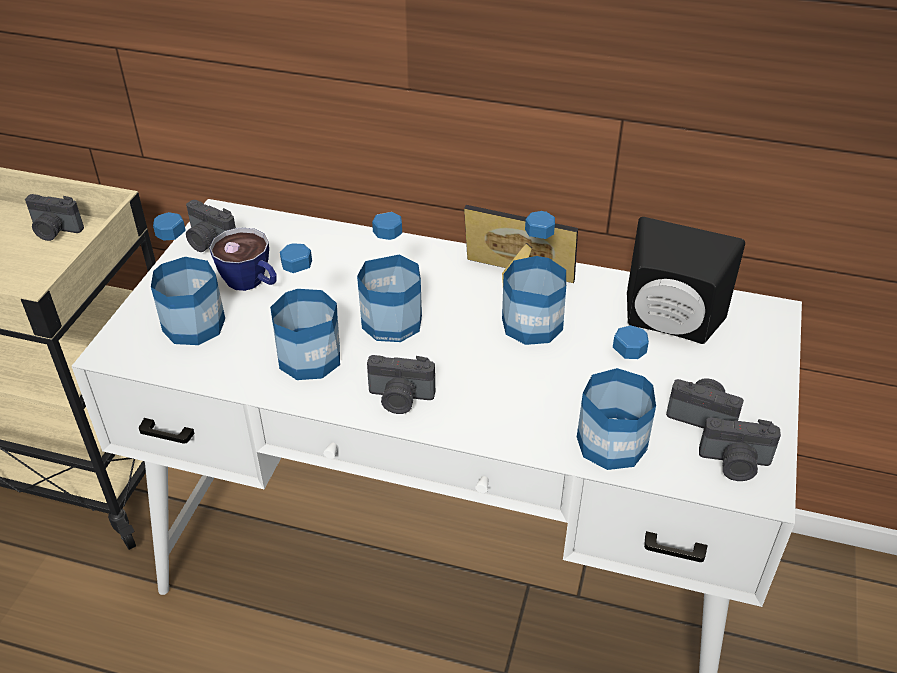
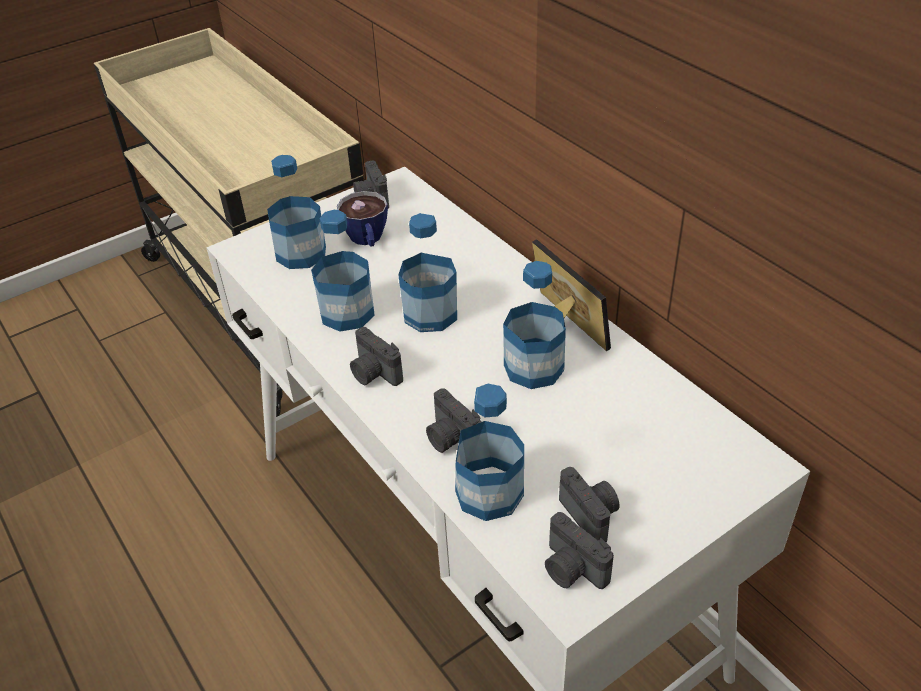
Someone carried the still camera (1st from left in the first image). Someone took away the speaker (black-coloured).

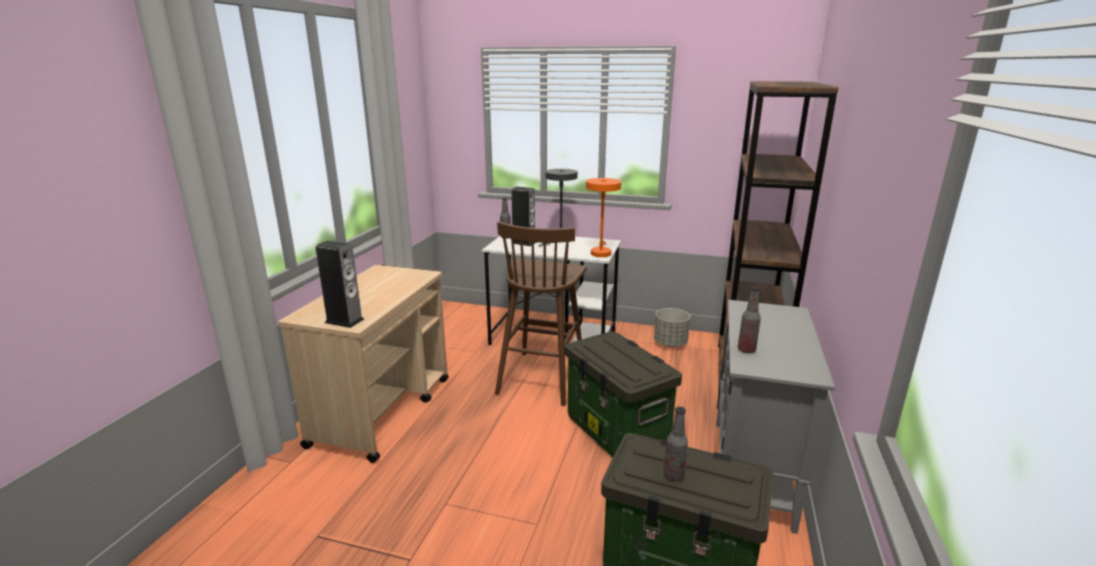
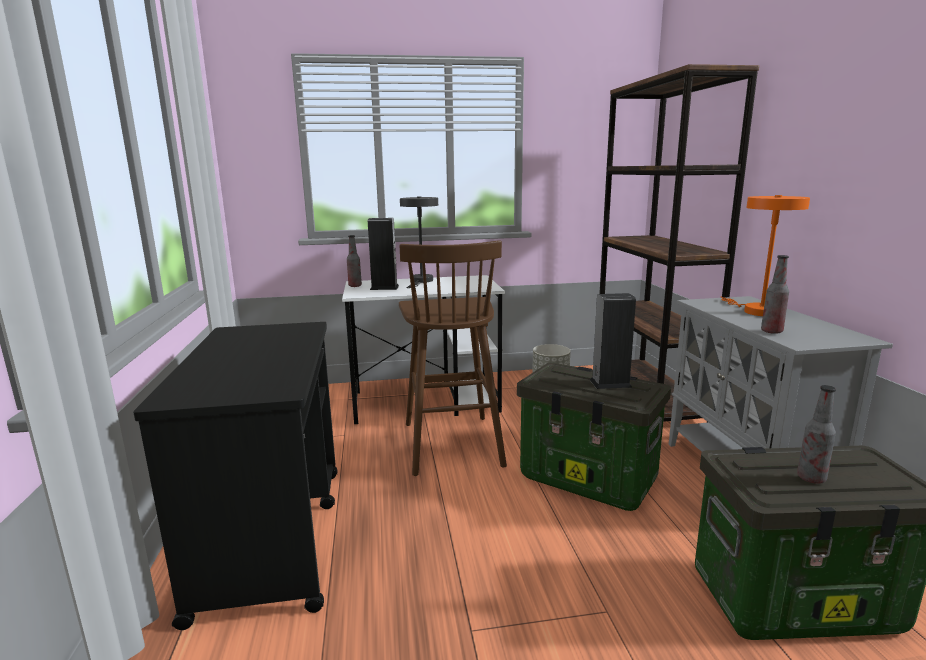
Someone repainted the cart (sand-coloured), which became the cart (black-coloured). Someone carried the speaker (1st from left in the first image). Someone carried the table lamp (orangey).

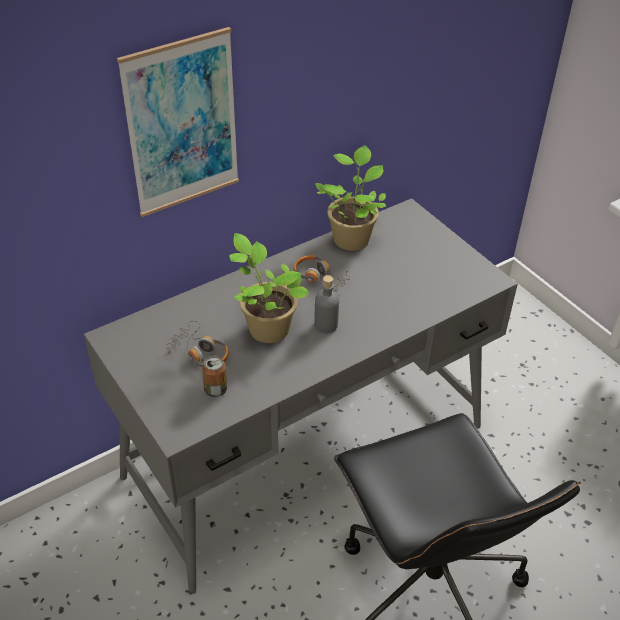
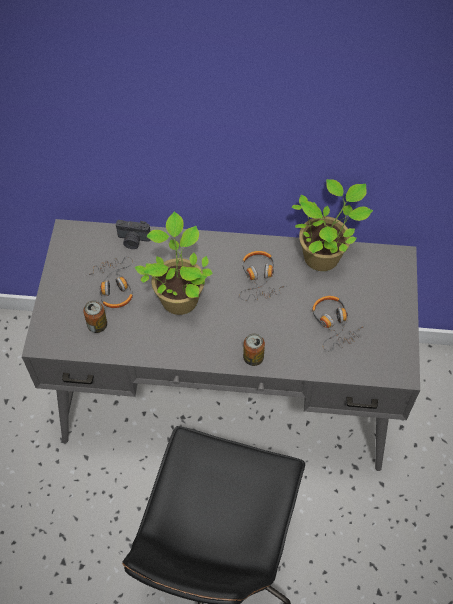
Someone took away the wall picture. Someone took away the drink bottle (grey). Someone put down the still camera. Someone put down the can (2nd from left). Someone put down the headset (3rd from left).

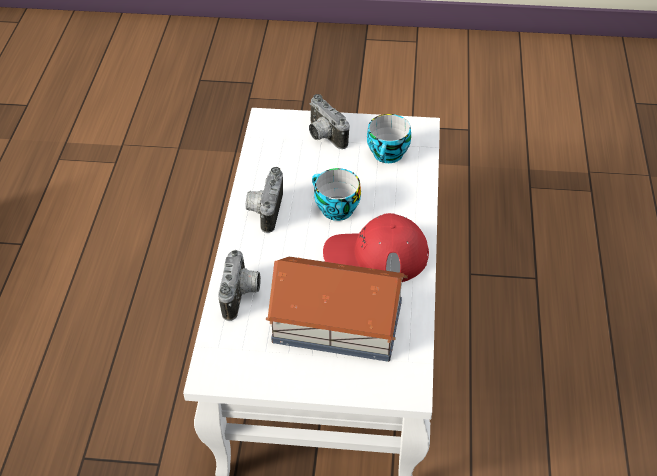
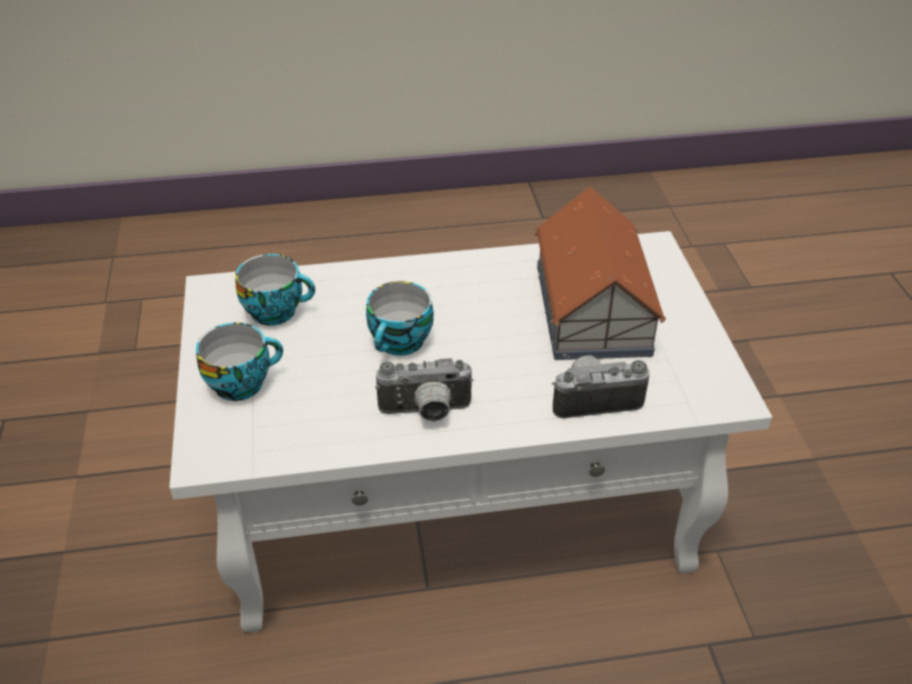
Someone swapped the still camera (3rd from left) for the cup (1st from left). Someone took away the cap (reddish).

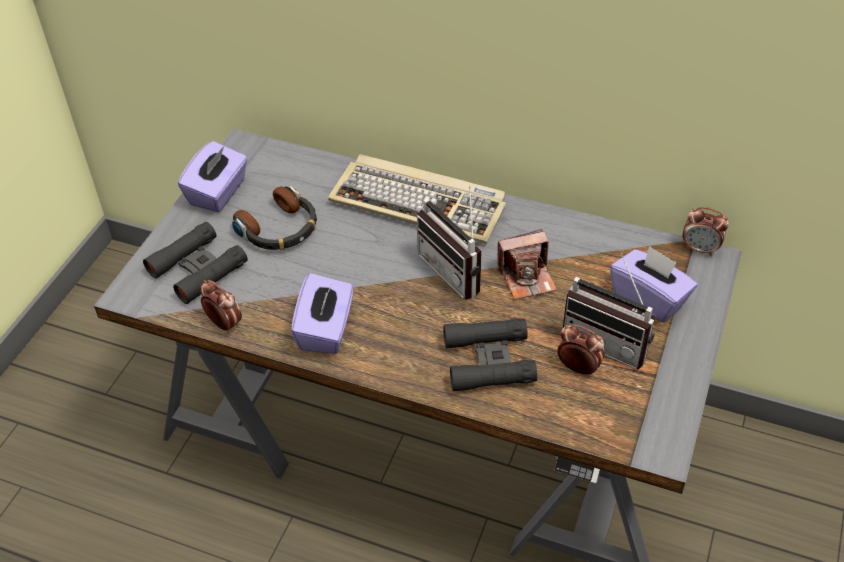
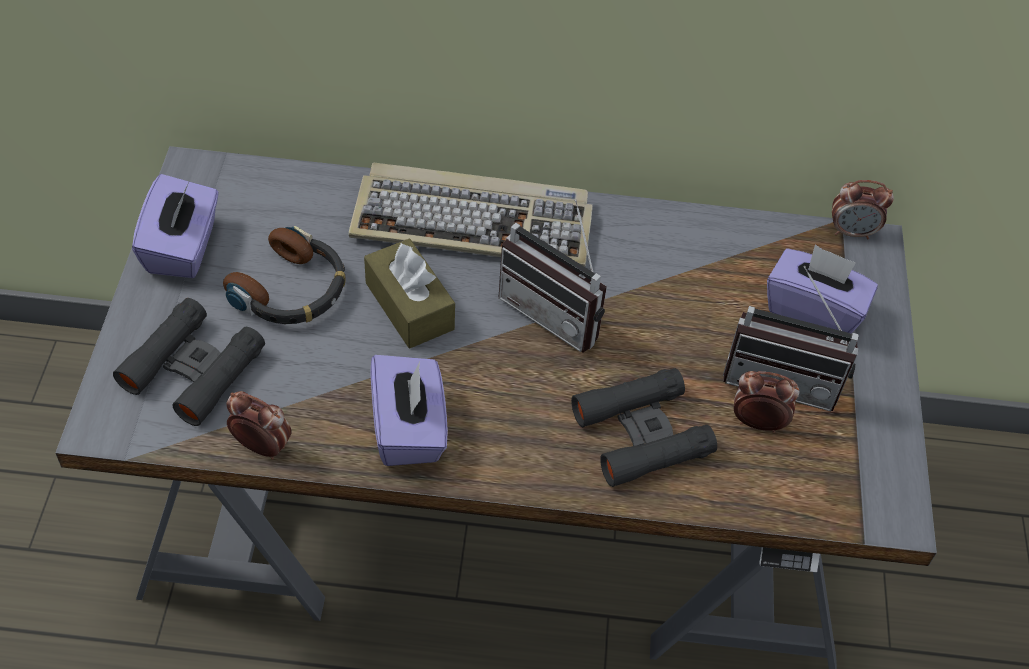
Someone took away the still camera. Someone put down the tissue holder (brownish).

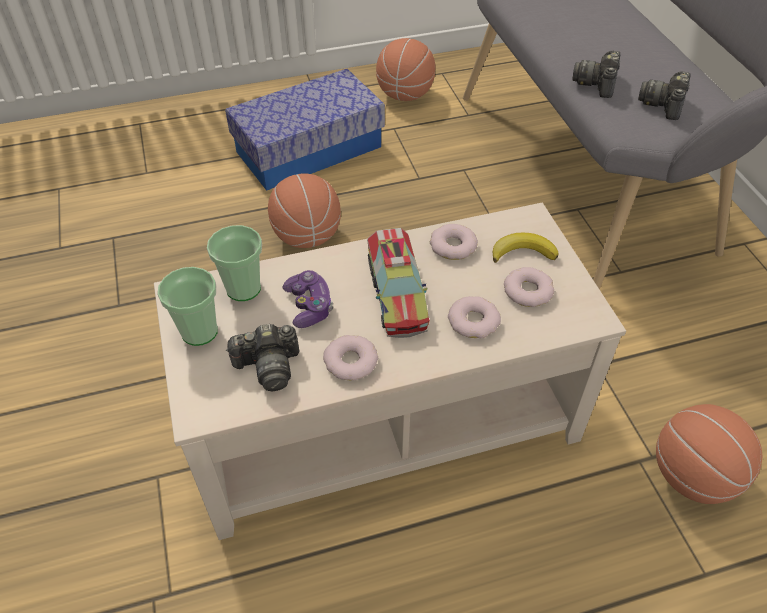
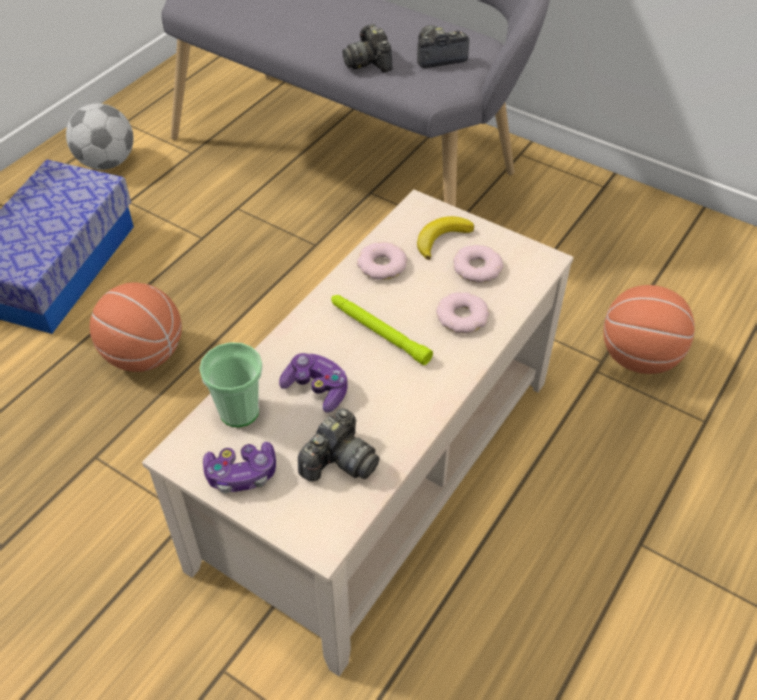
Someone swapped the cup (1st from left) for the joypad (1st from left). Someone took away the donut (1st from left). Someone swapped the toy lorry for the flashlight (green-coloured). Someone swapped the basketball ball (2nd from left) for the football ball. Someone rotated the still camera (3rd from left) by 90 degrees clockwise.

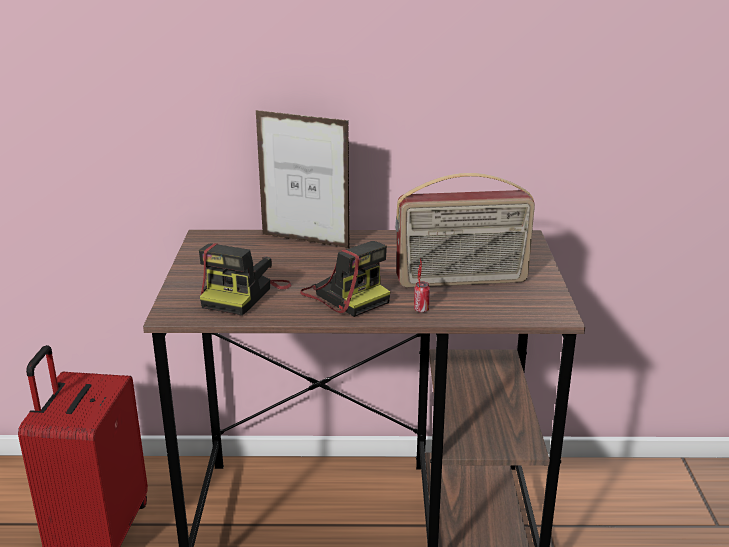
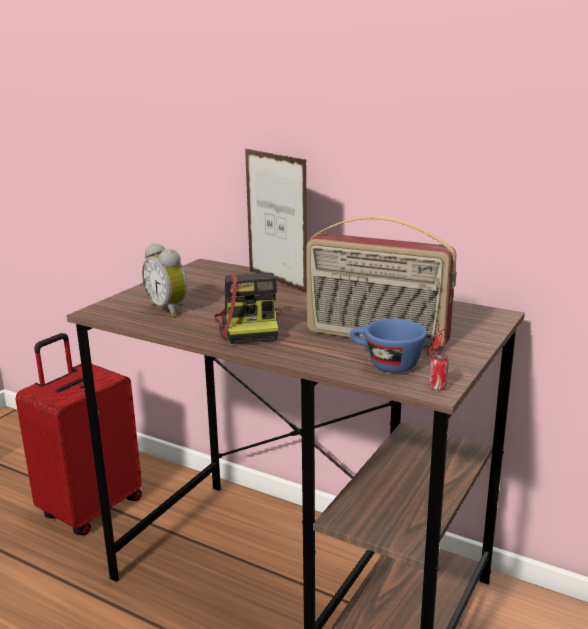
Someone swapped the still camera (1st from left) for the table clock. Someone carried the can. Someone put down the cup (blue).

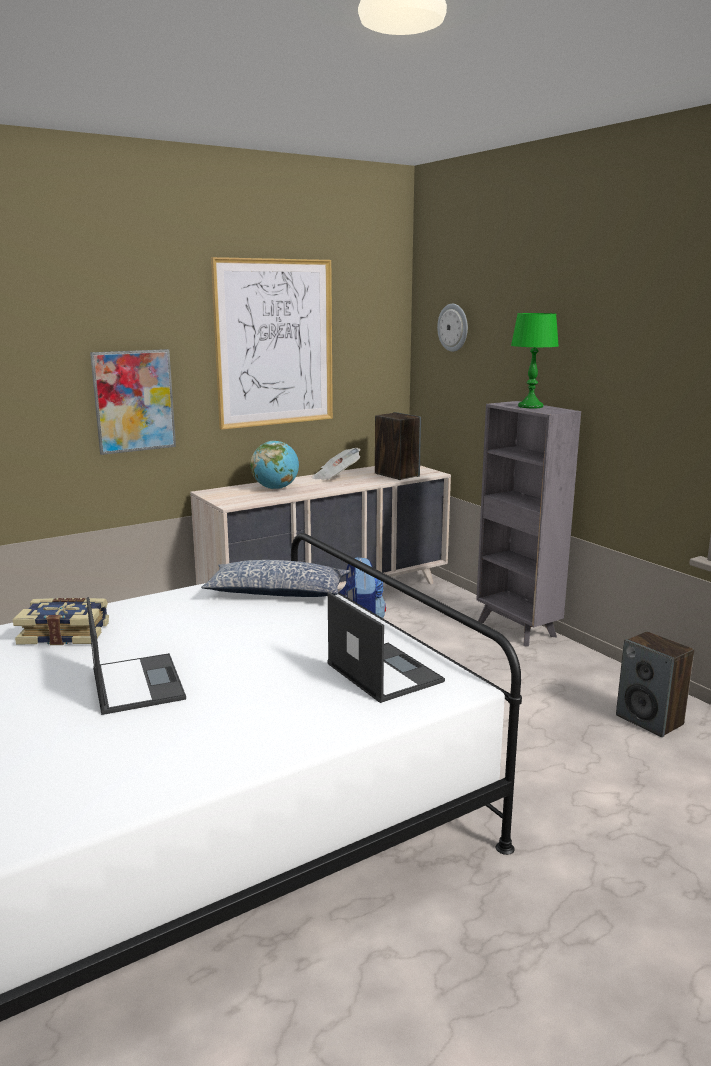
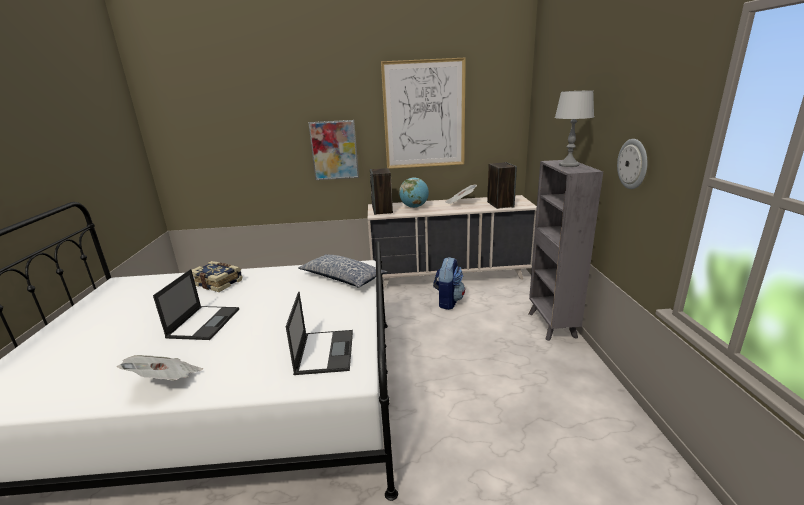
Someone carried the hanging clock. Someone repainted the table lamp (green-coloured), which became the table lamp (grey). Someone carried the speaker (2nd from left in the first image). Someone put down the daily paper (1st from left).

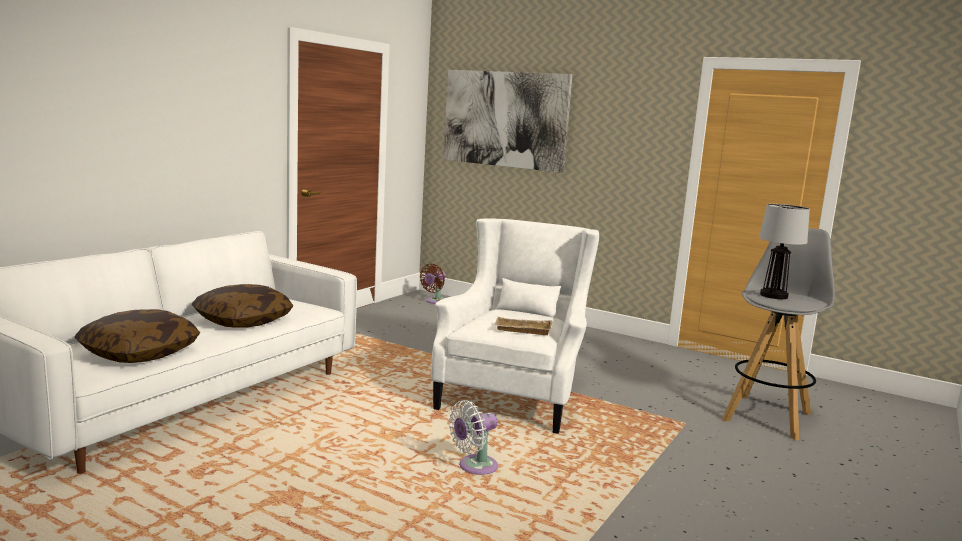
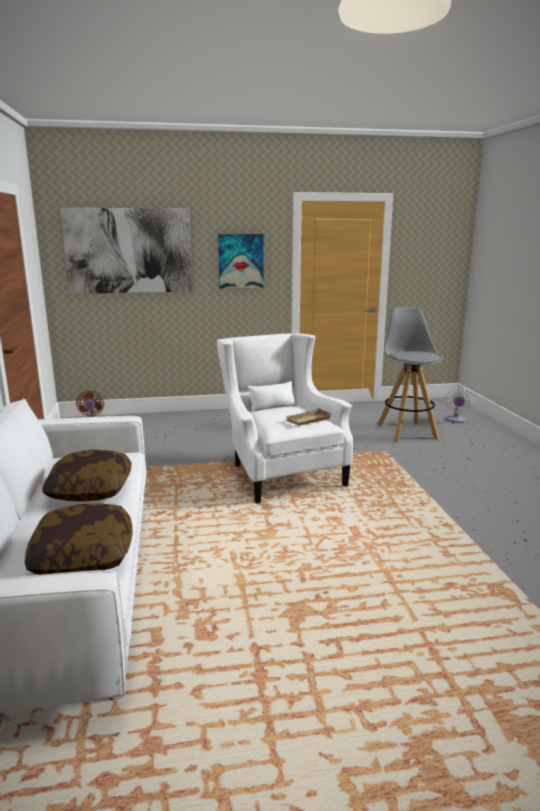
Someone carried the cooling fan (white). Someone took away the table lamp. Someone put up the wall picture (2nd from left).

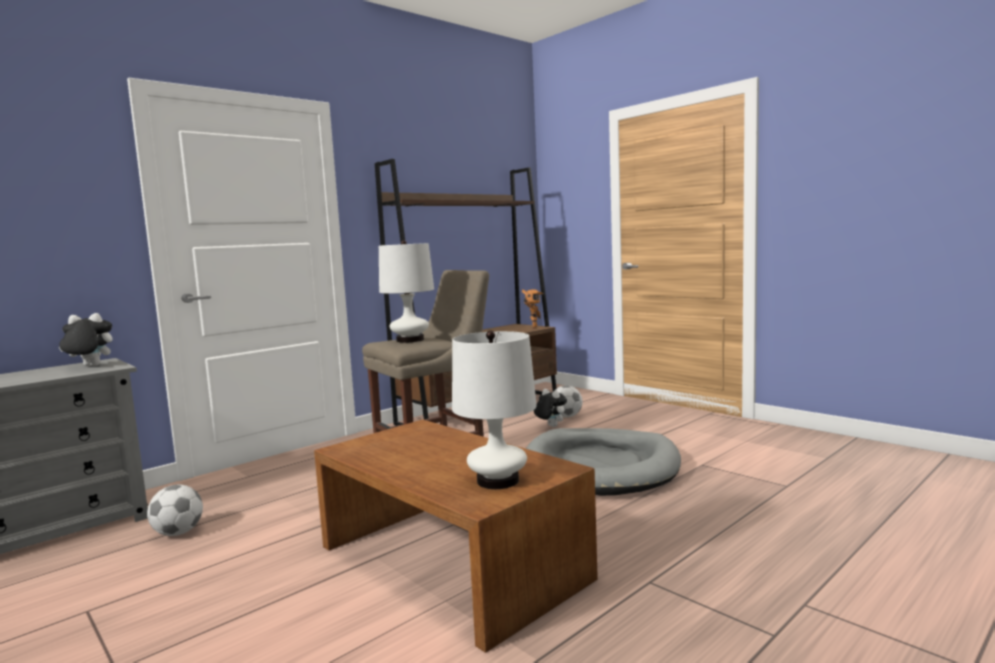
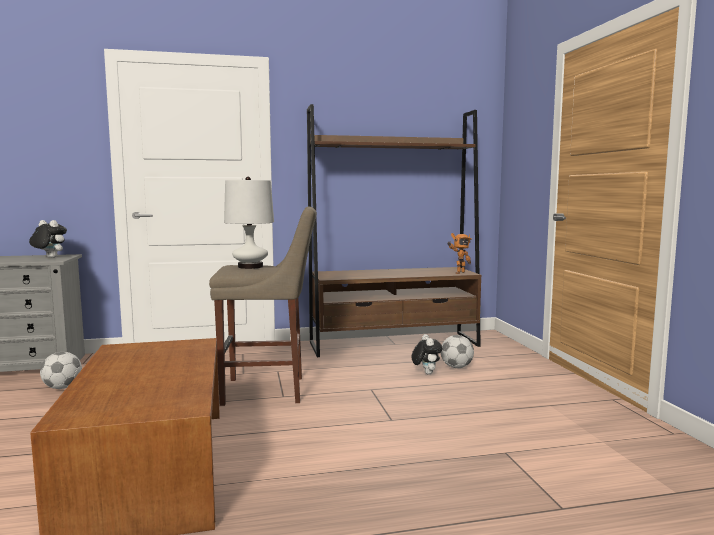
Someone took away the table lamp (white) (2nd from left). Someone took away the pet bed (grey).

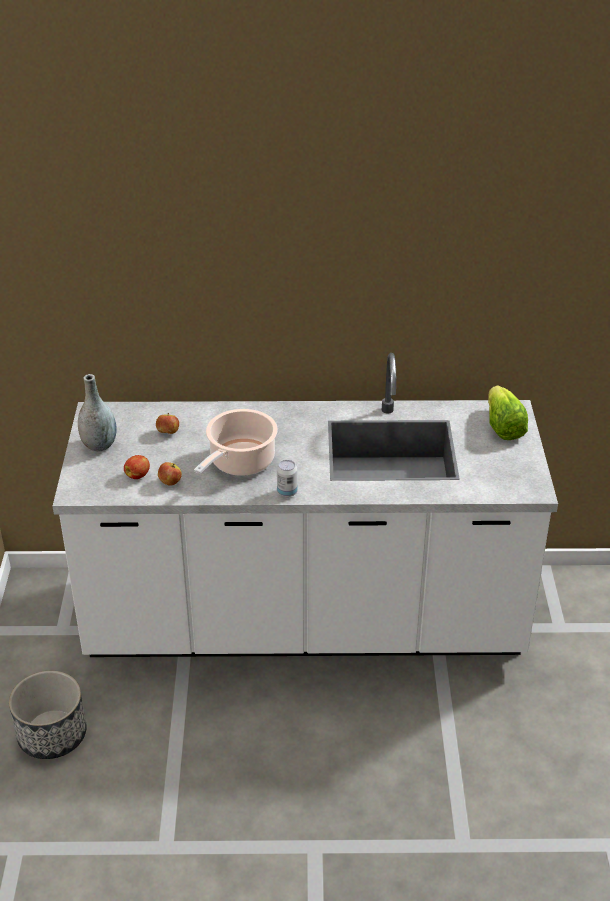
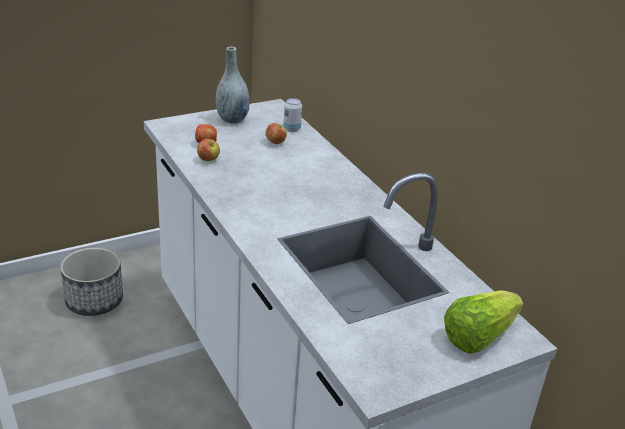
Someone took away the stockpot. Someone carried the can.

